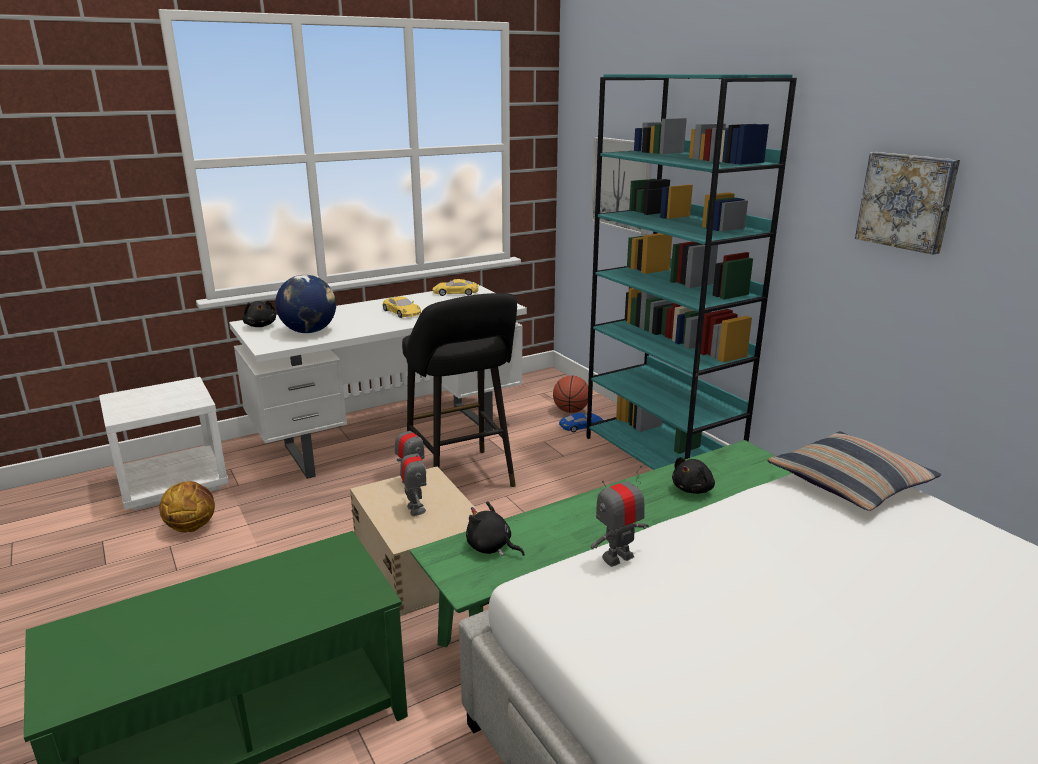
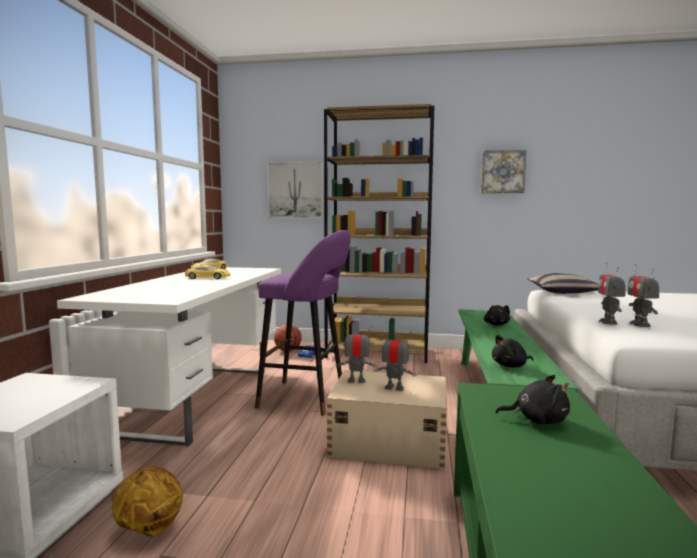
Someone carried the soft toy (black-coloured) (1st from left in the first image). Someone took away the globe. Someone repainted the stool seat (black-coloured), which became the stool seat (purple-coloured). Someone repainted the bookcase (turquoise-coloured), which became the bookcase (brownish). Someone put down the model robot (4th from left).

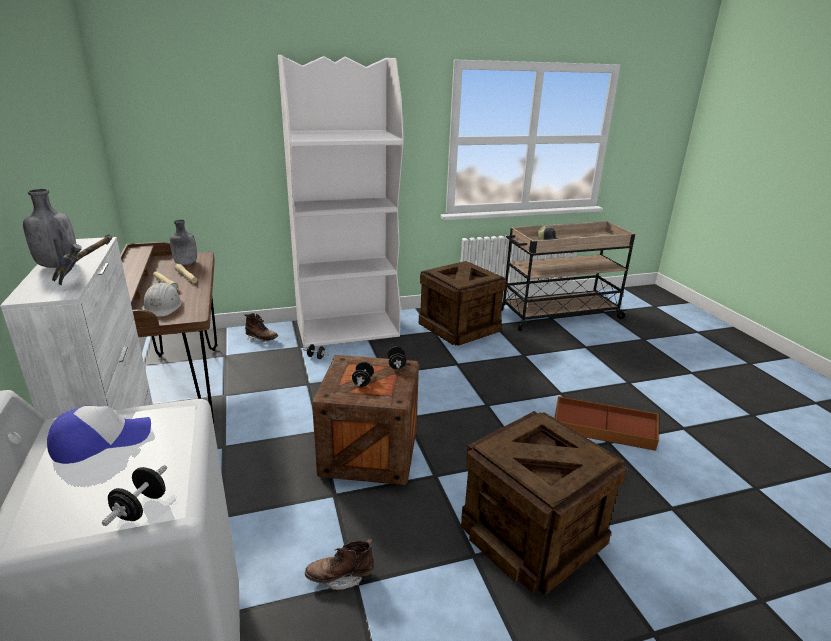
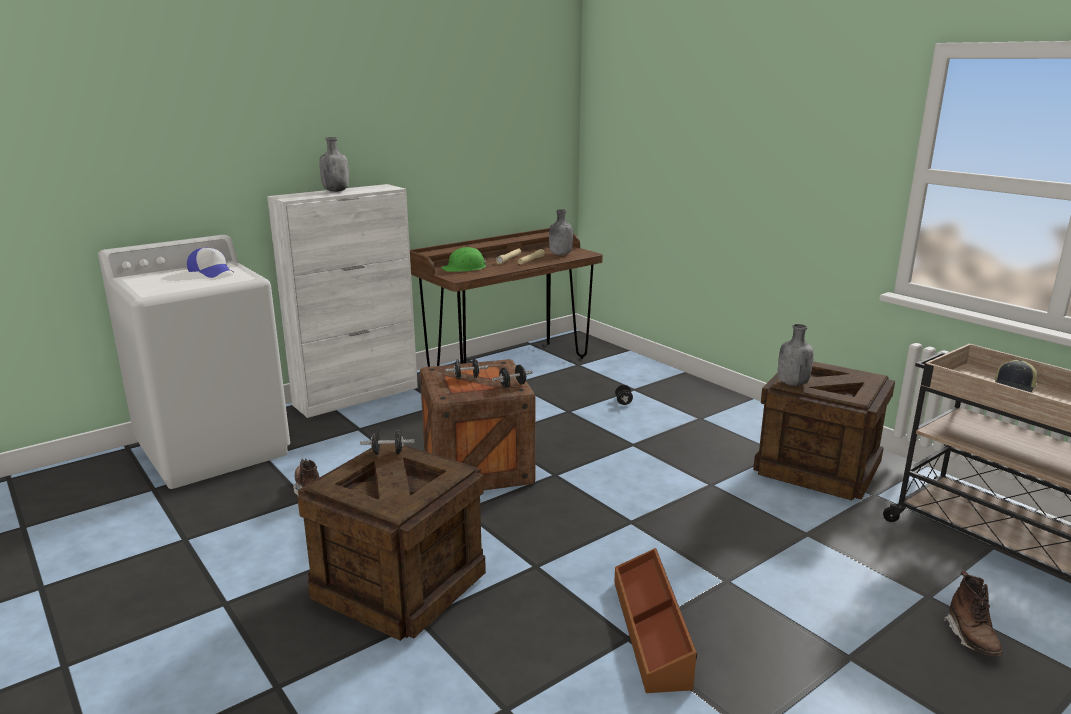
Someone took away the hand hammer. Someone carried the dumbbell (black-coloured) (1st from left). Someone repainted the hard hat (white), which became the hard hat (green-coloured). Someone carried the boot (brownish) (1st from left in the first image). Someone took away the bookcase (white). Someone put down the drink bottle (grey) (3rd from left).

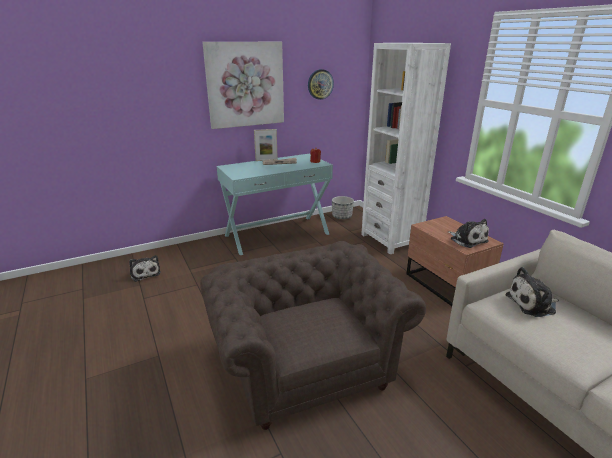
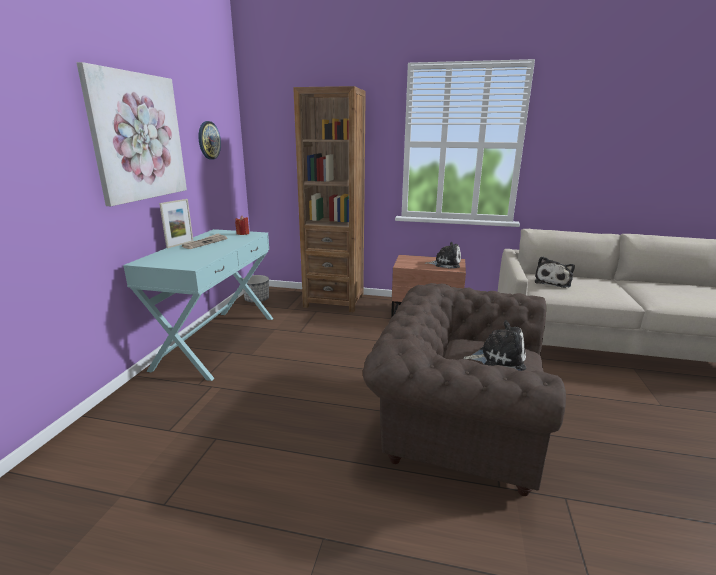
Someone carried the soft toy (1st from left in the first image). Someone repainted the bookcase (white), which became the bookcase (brownish).

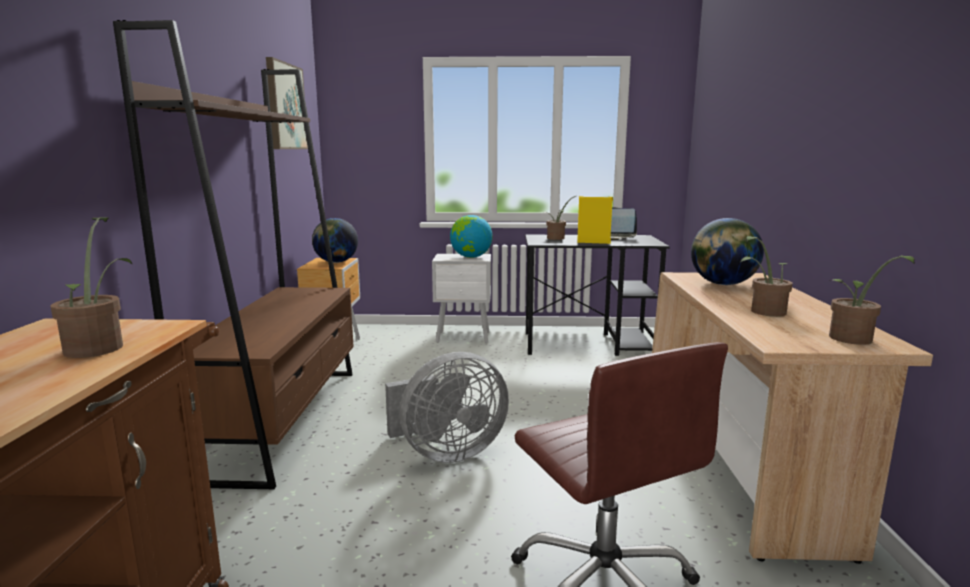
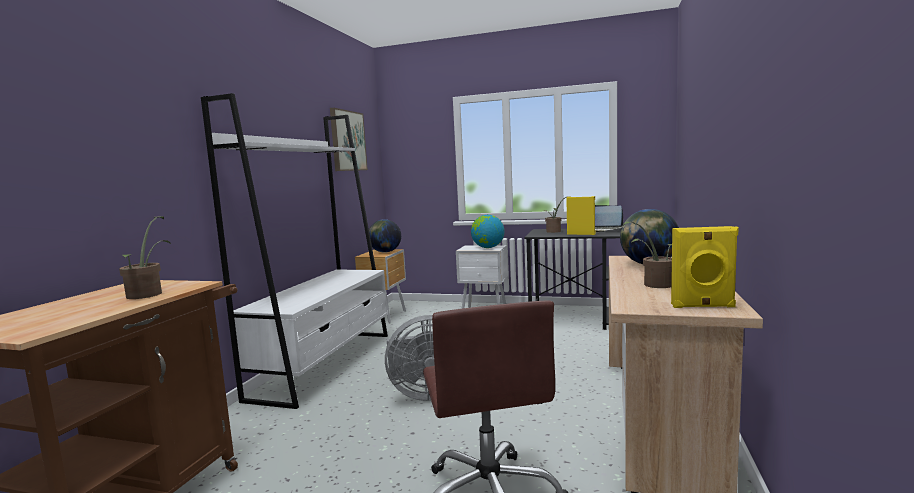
Someone repainted the bookcase (brownish), which became the bookcase (white). Someone swapped the houseplant (4th from left) for the speaker (yellowish) (2nd from left).

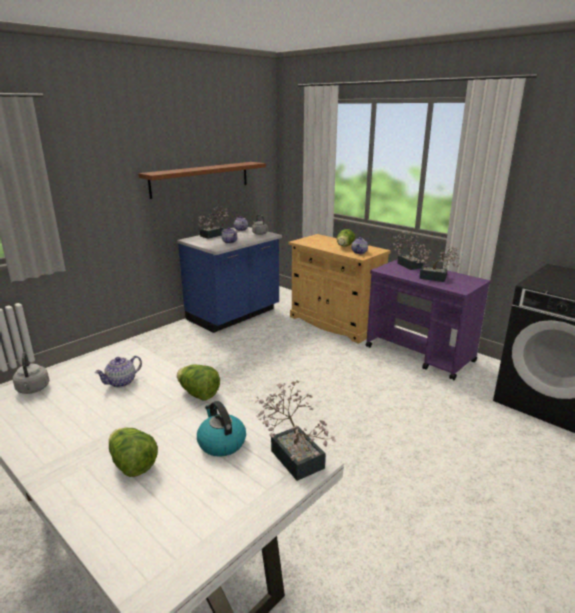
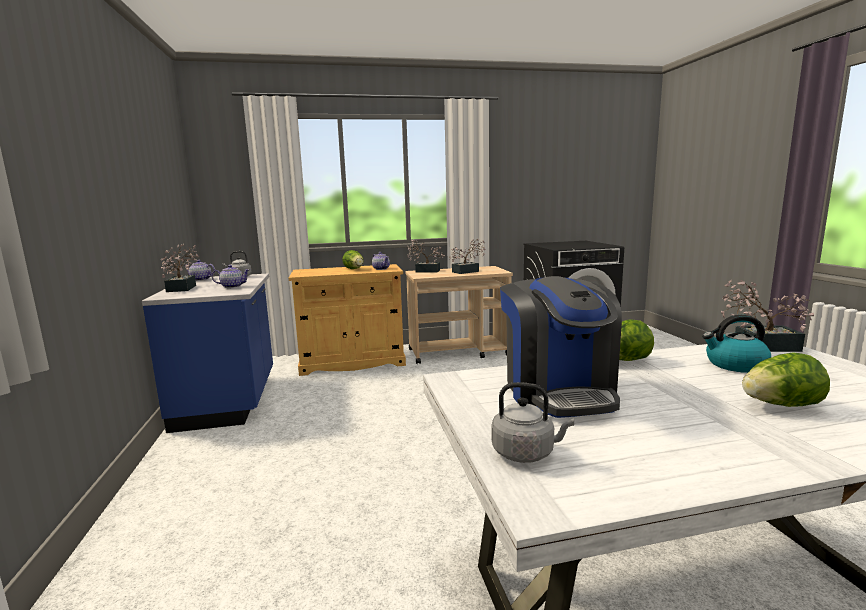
Someone swapped the teapot (1st from left) for the coffee maker. Someone took away the bracket shelf (brownish). Someone repainted the cart (purple-coloured), which became the cart (sand-coloured).

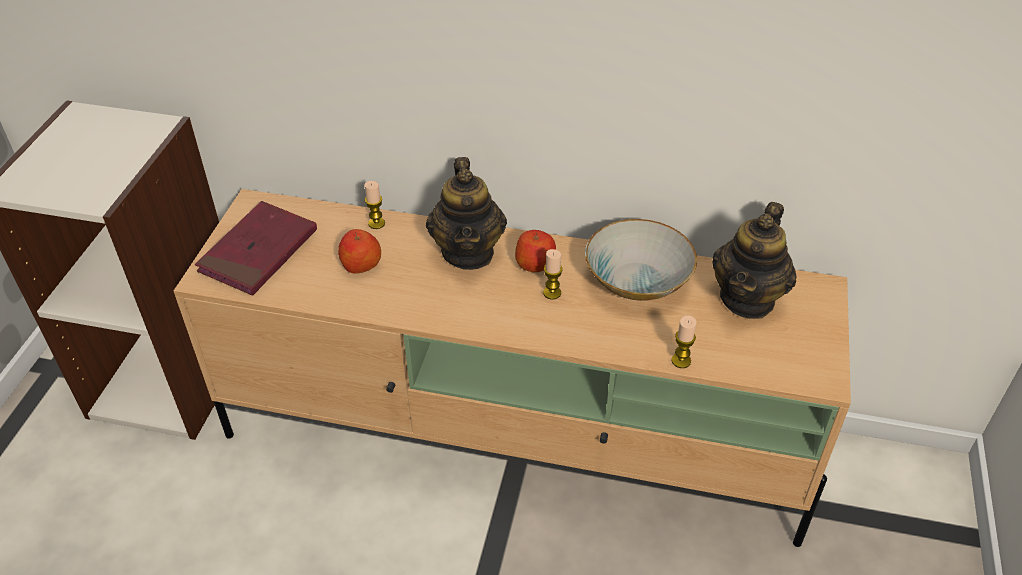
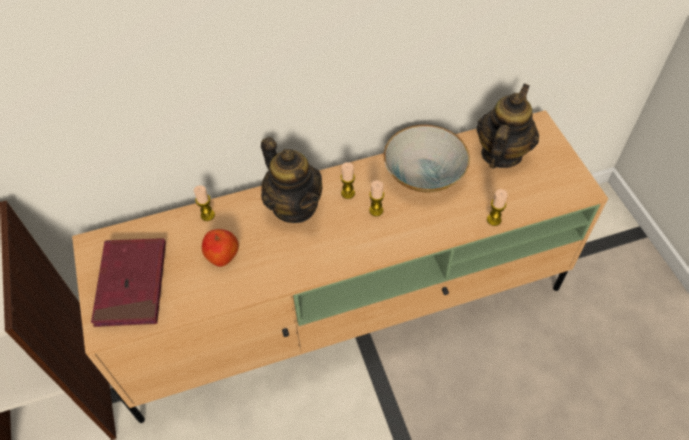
Someone swapped the apple fruit (2nd from left) for the candle (2nd from left). Someone rotated the teapot (2nd from left) by 150 degrees counterclockwise.

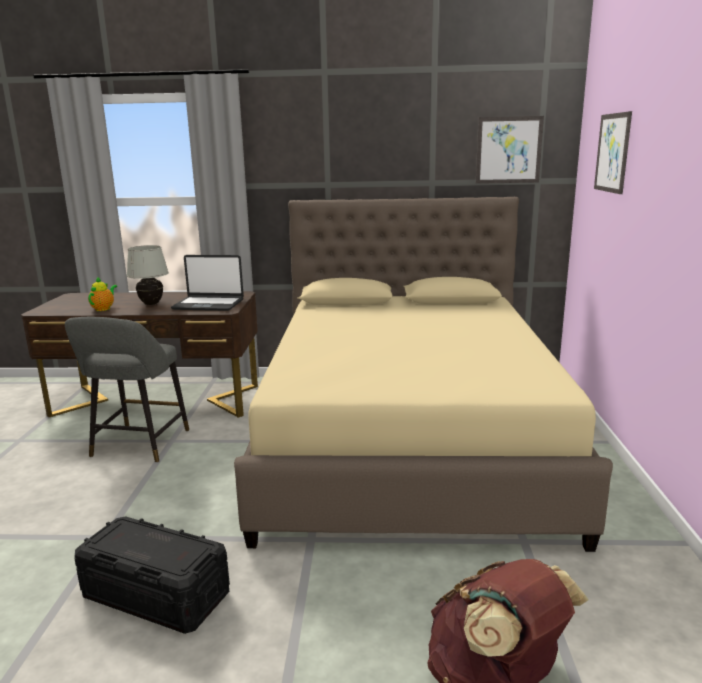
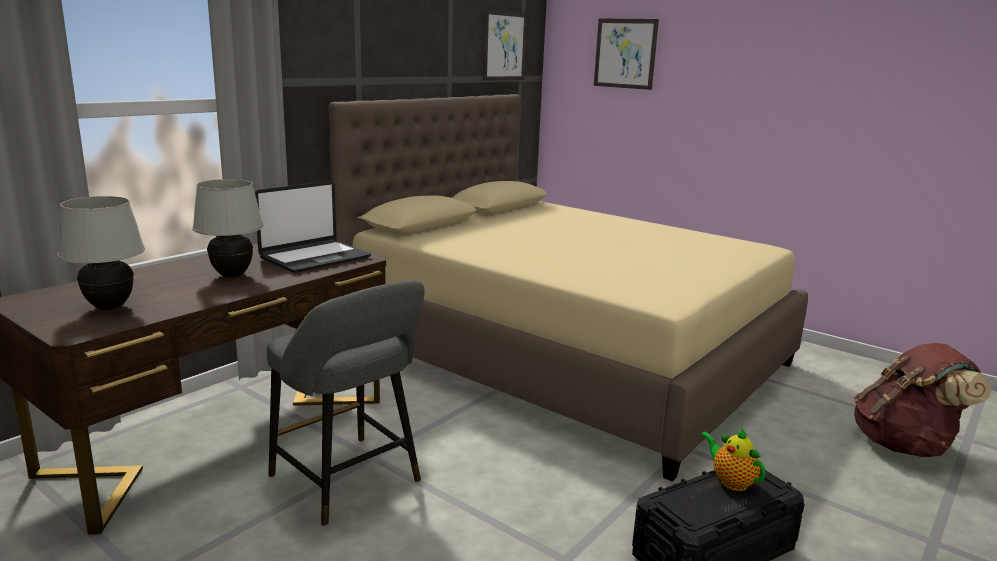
Someone carried the teapot. Someone put down the table lamp (white) (1st from left).

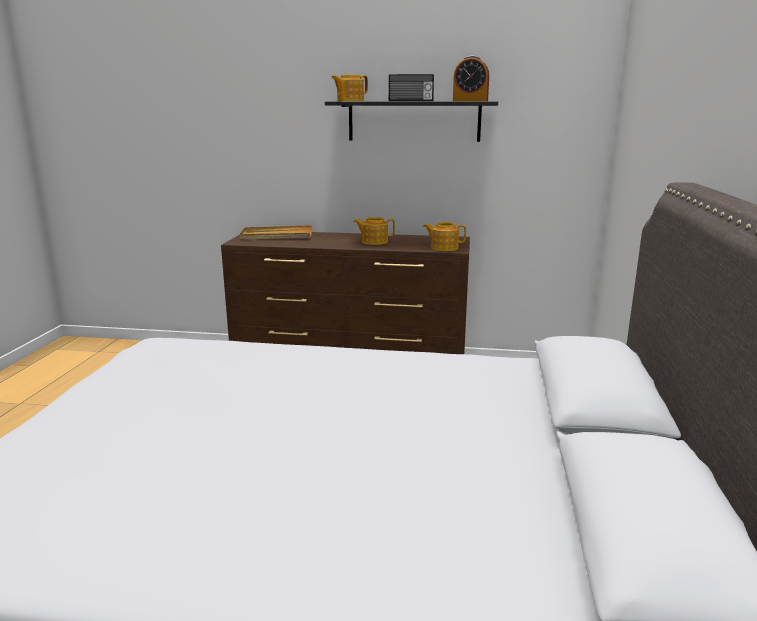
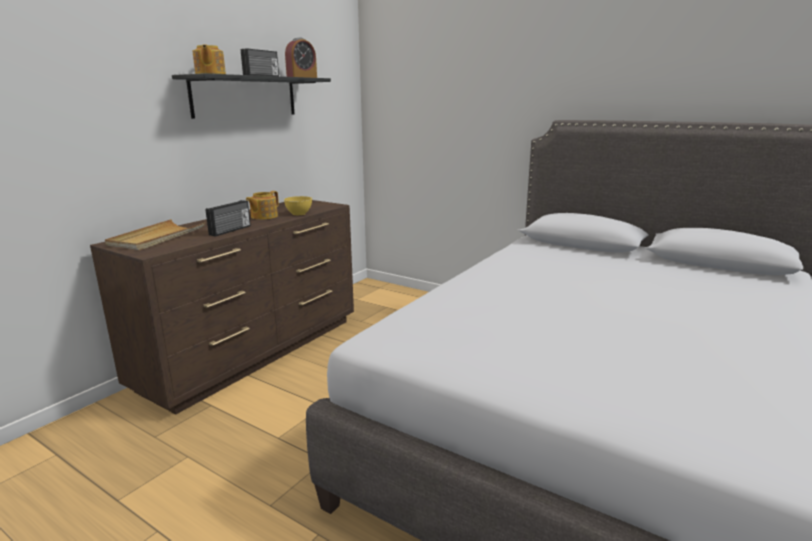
Someone took away the teapot (3rd from left). Someone put down the radio receiver (1st from left). Someone put down the deep dish (yellowish).

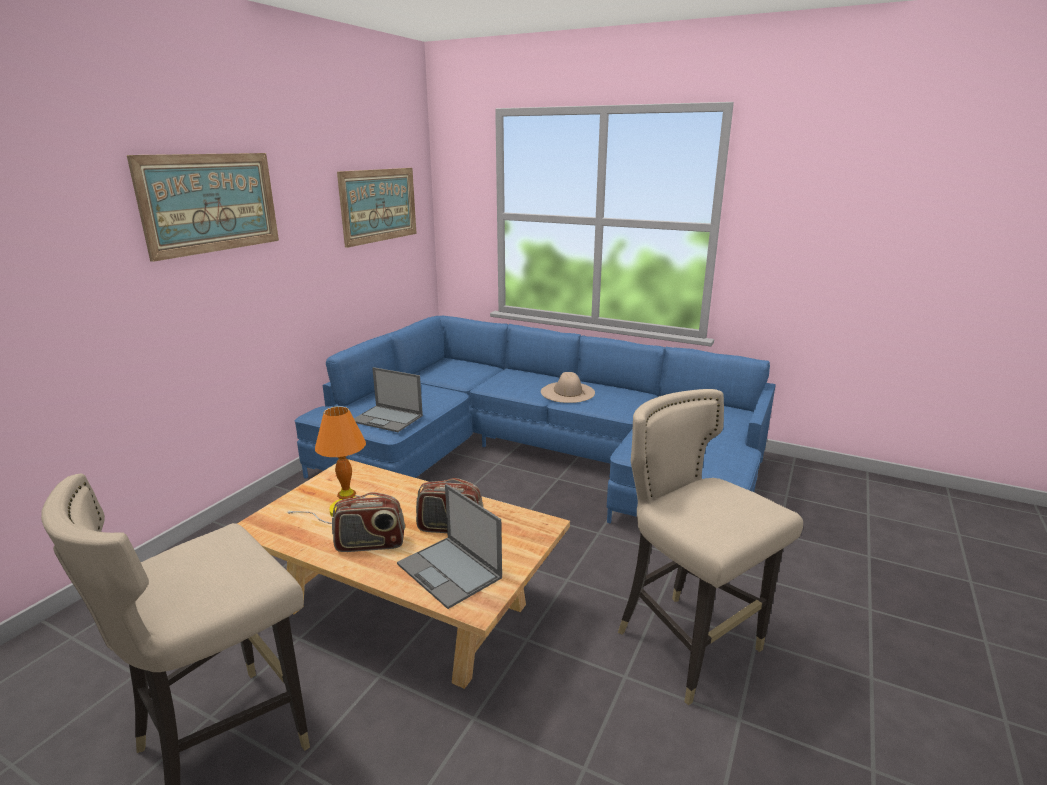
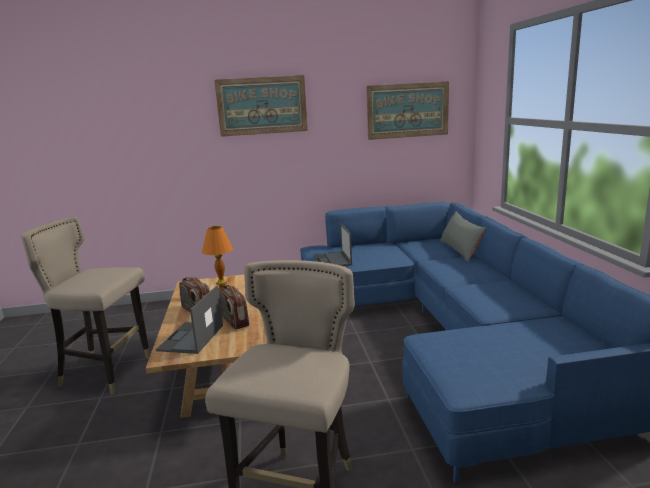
Someone took away the hat (sand-coloured). Someone put down the pillow (grey).

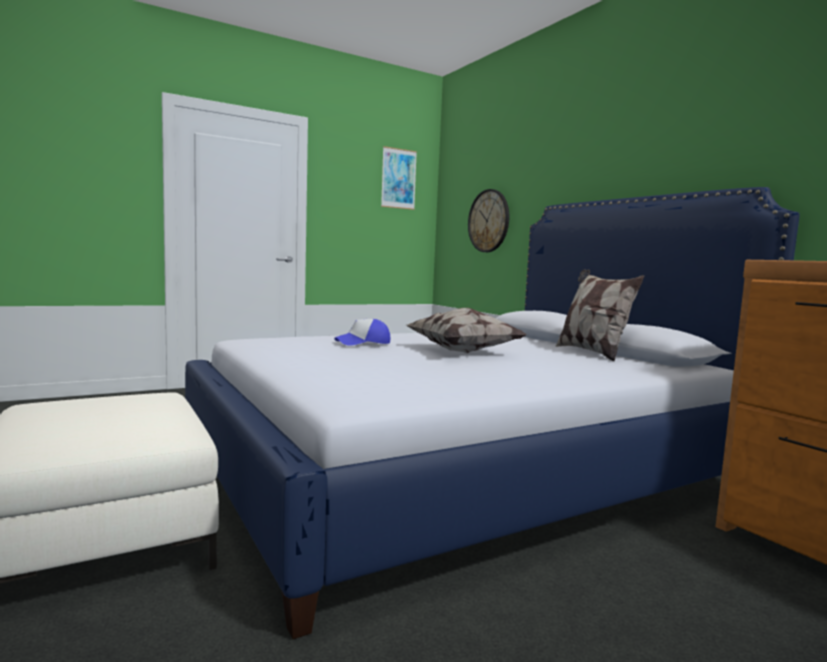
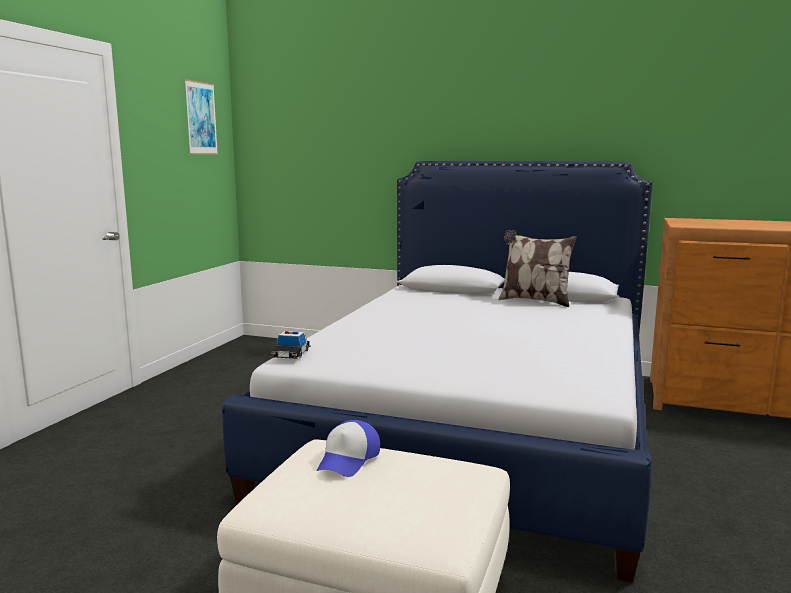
Someone carried the cap. Someone took away the pillow (1st from left). Someone took away the hanging clock. Someone put down the model car.

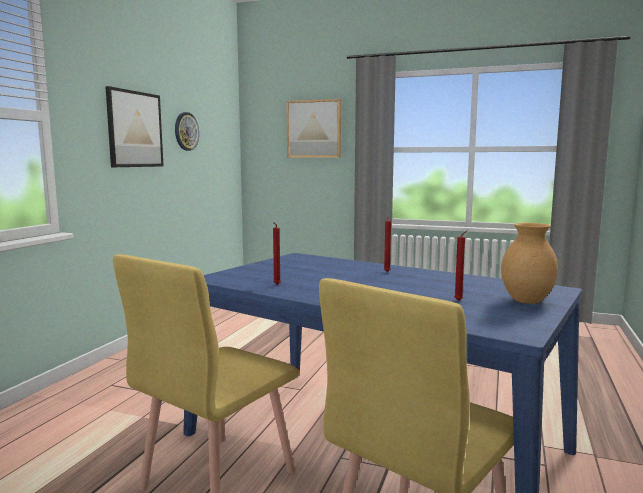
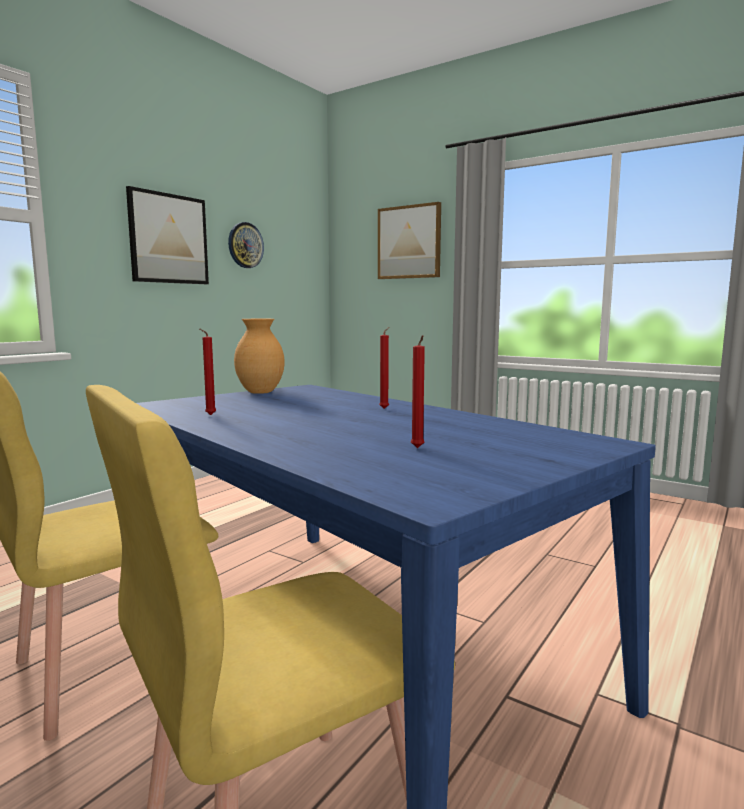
Someone carried the flower vase (brownish).

